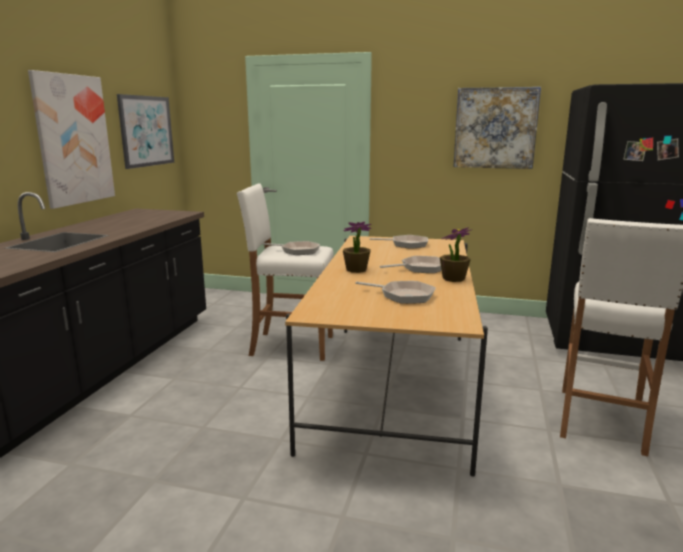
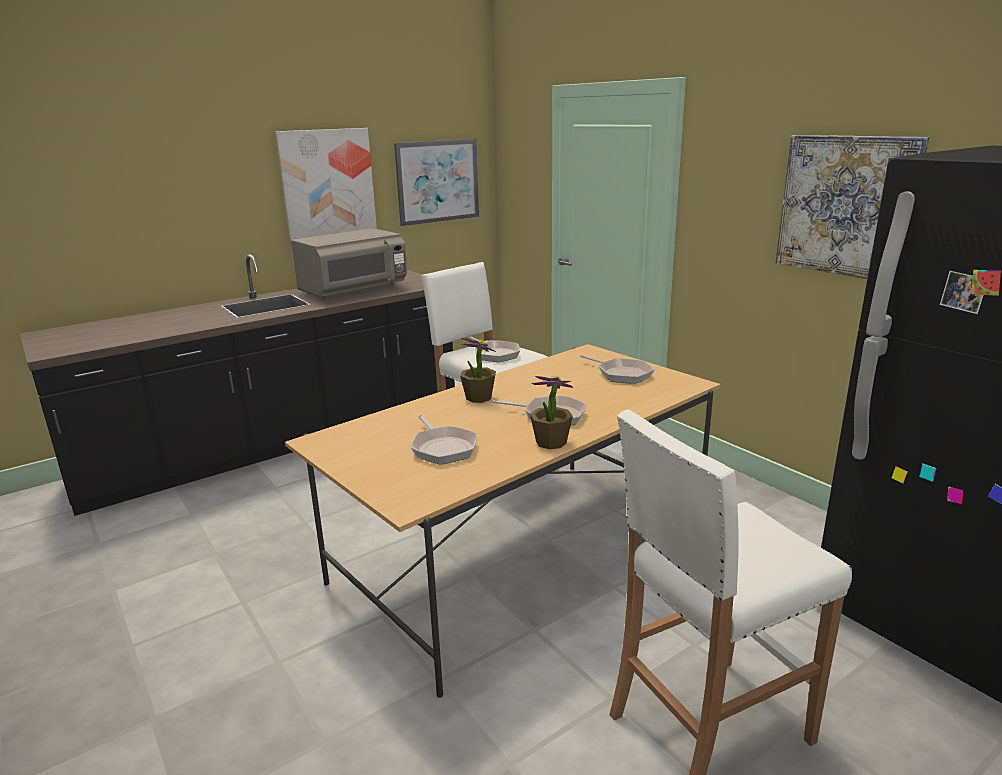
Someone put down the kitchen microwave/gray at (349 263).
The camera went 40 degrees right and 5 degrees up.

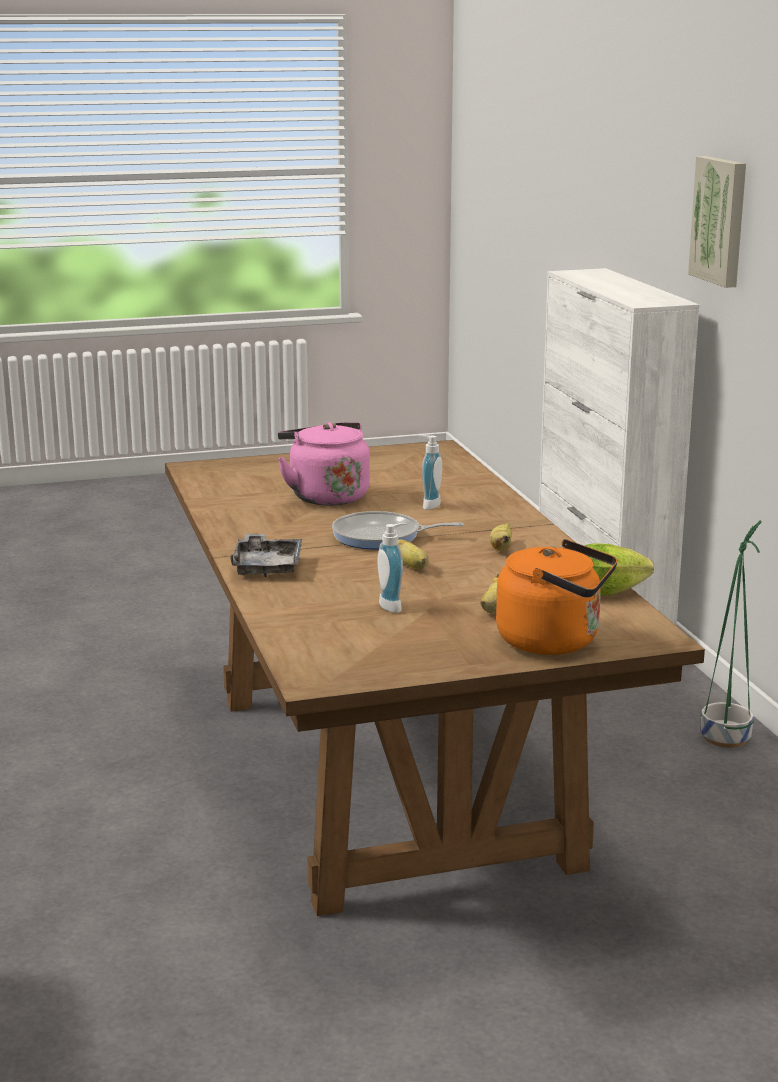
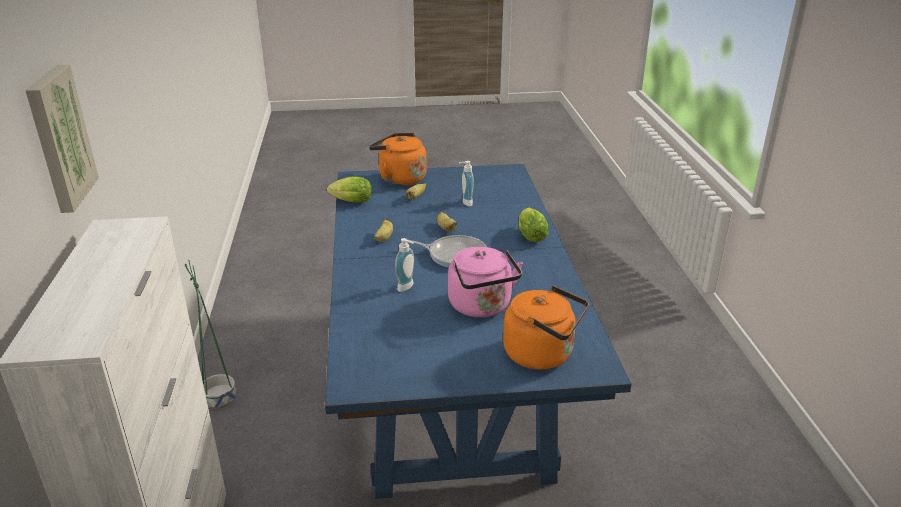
Someone put down the water kettle/orangey at (546 328).
Someone swapped the tray/gray at (266 555) for the lettuce at (533 225).
Someone repainted the dinner table/brown-coloured at (435 678), which became the dinner table/blue-coloured at (478 331).
The camera went 170 degrees left and 10 degrees up.

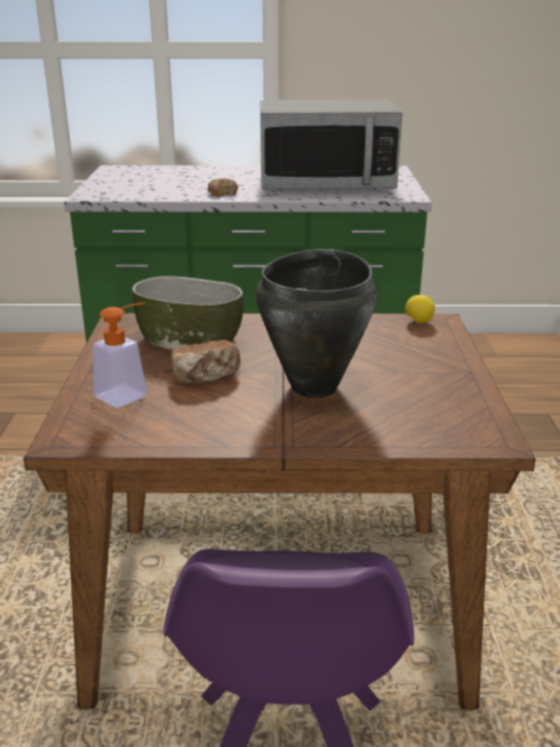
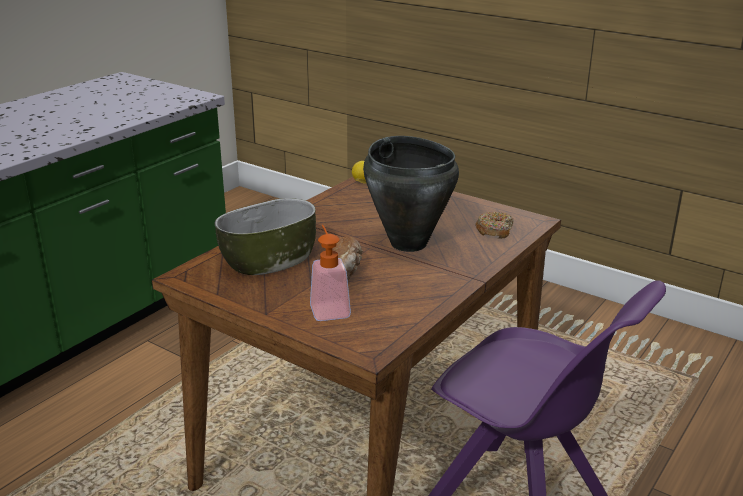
Someone took away the kitchen microwave at (331 145).
Someone carried the donut from (223 187) to (494 225).
The camera went 55 degrees left and 0 degrees up.

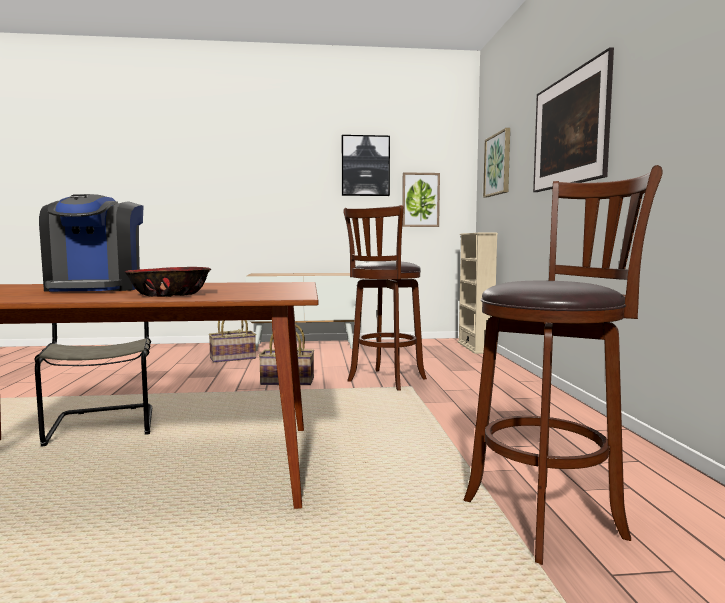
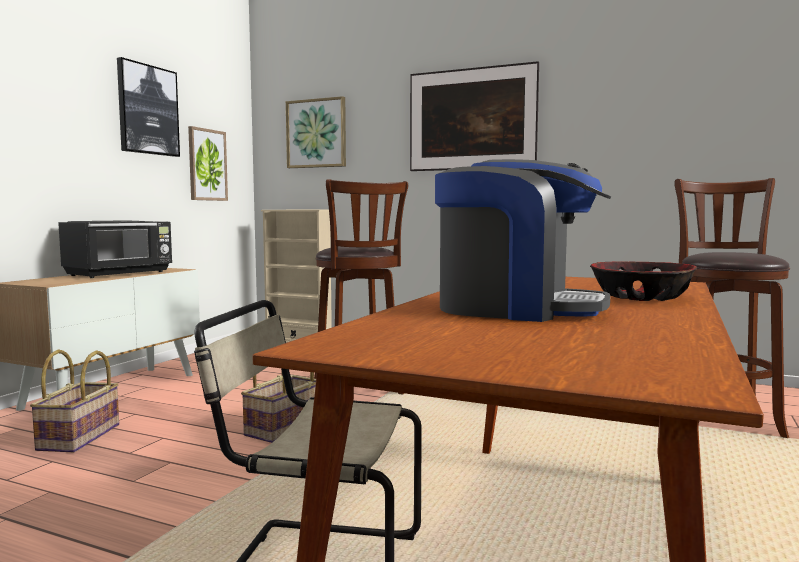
Someone put down the kitchen microwave/blackish at (115 249).
The camera went 60 degrees left and 0 degrees up.

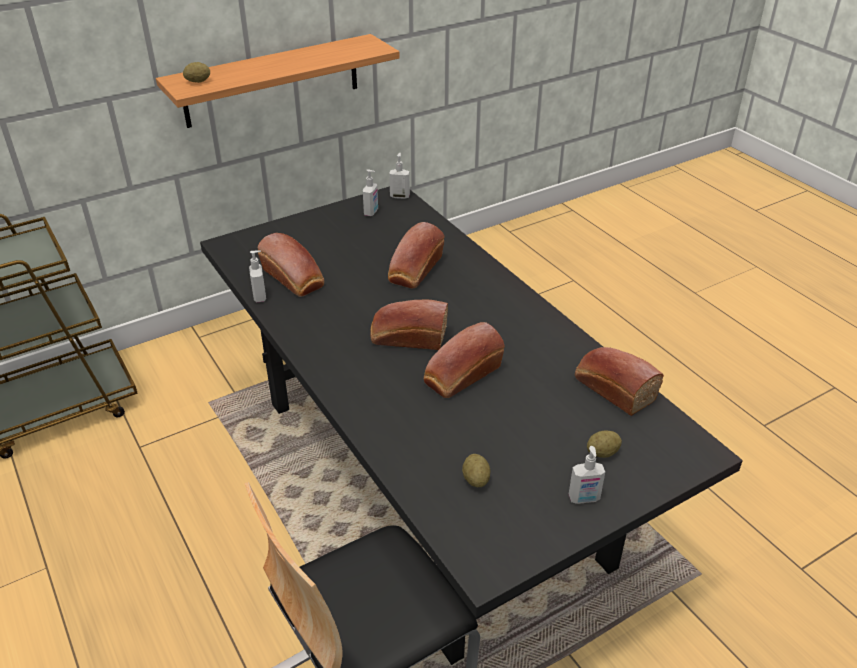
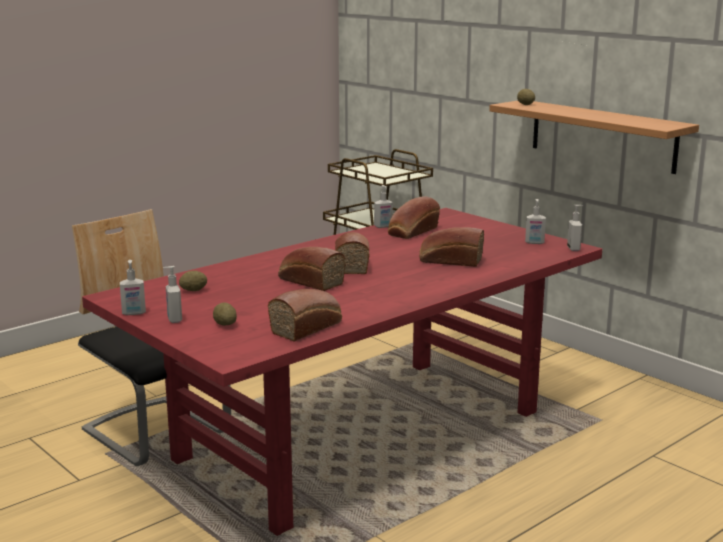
Someone put down the soap bottle at (133 287).
Someone repainted the dinner table/blackish at (471 425), which became the dinner table/red-coloured at (342 372).
The camera went 80 degrees right and 20 degrees down.

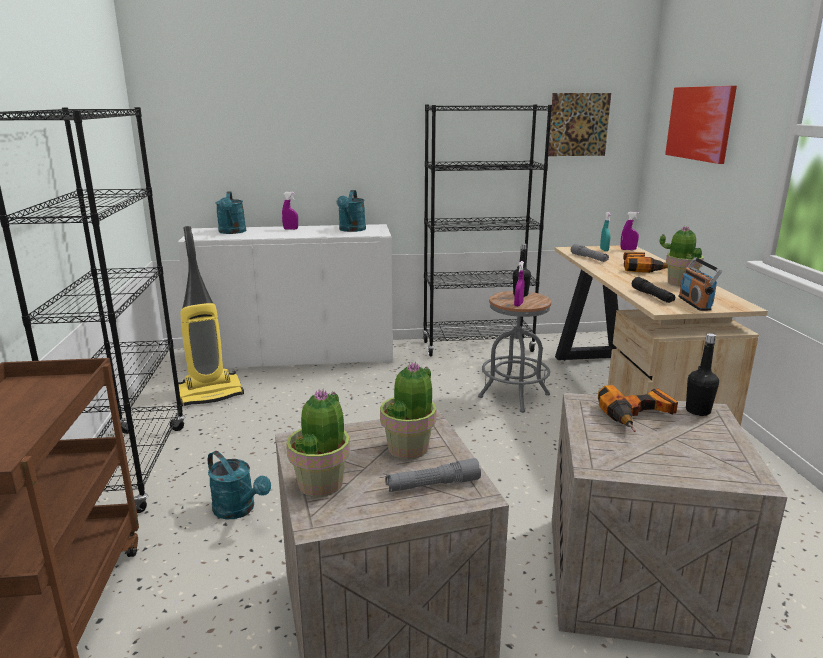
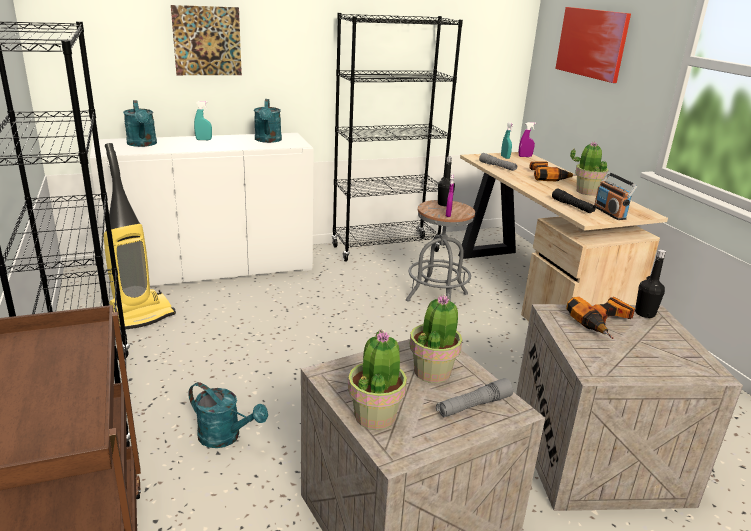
Someone carried the wall picture from (579 124) to (206 40).
Someone repainted the spray bottle/purple-coloured at (290 211), which became the spray bottle/turquoise-coloured at (203 120).
The camera went 15 degrees left and 5 degrees up.

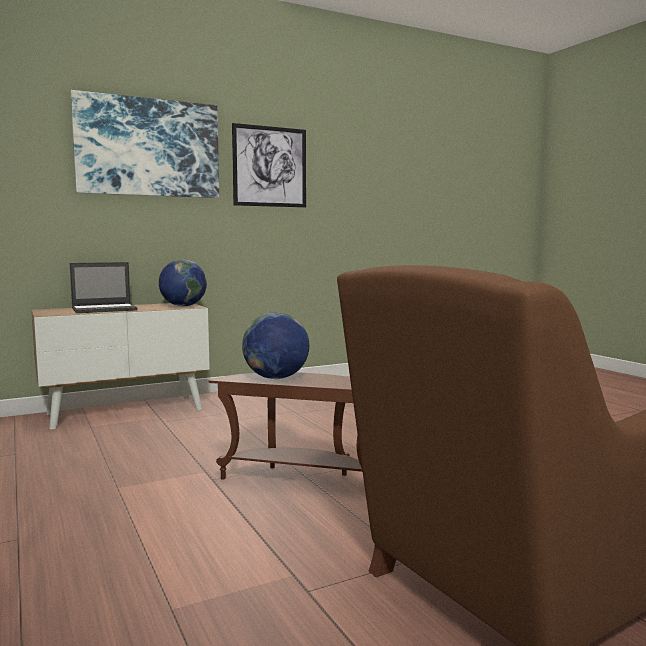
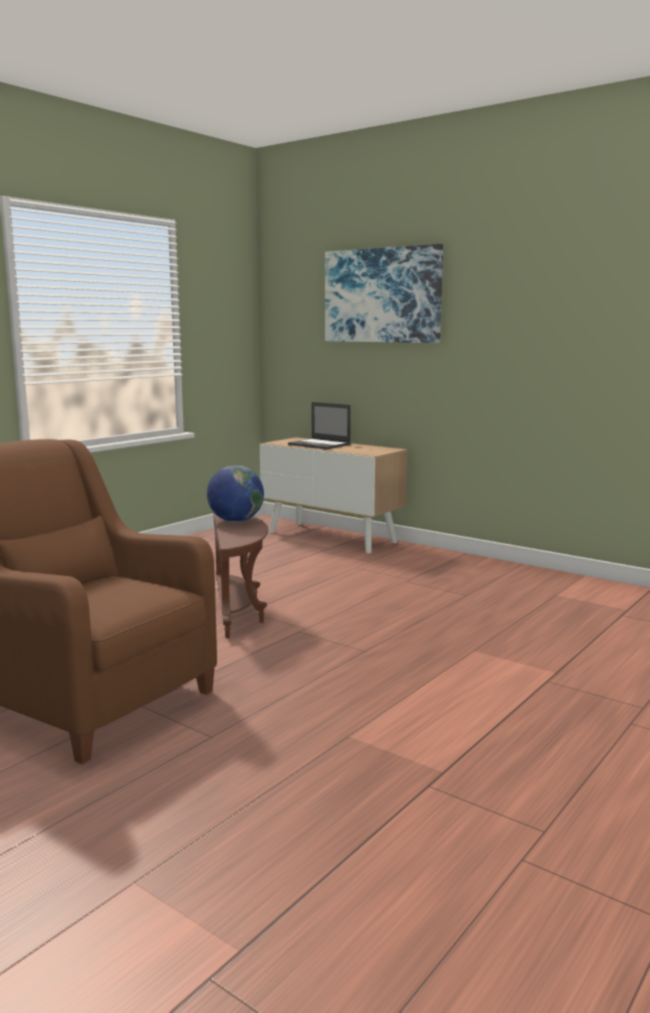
Someone took away the desk globe at (183 282).
Someone took away the wall picture at (269 165).
The camera went 65 degrees right and 5 degrees up.

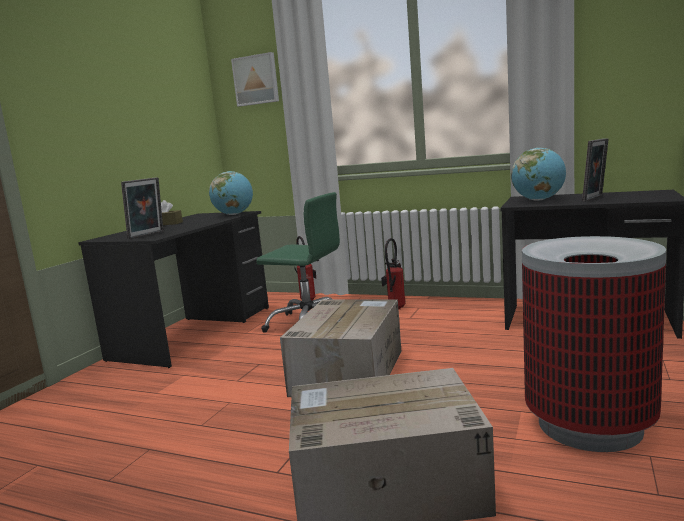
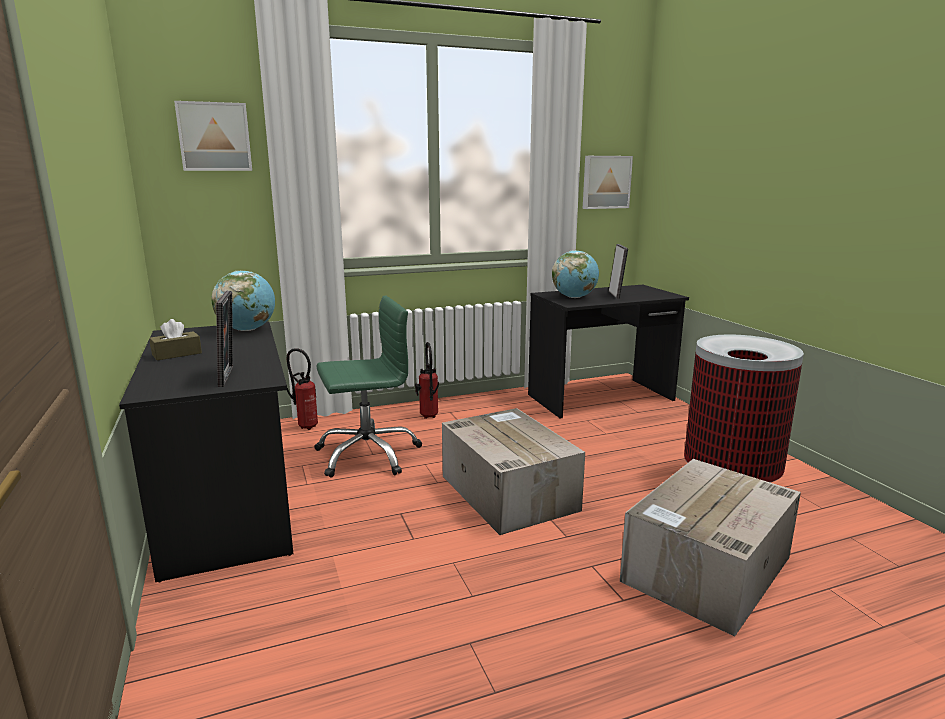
Someone put up the wall picture at (608 182).
The camera went 45 degrees left and 5 degrees up.

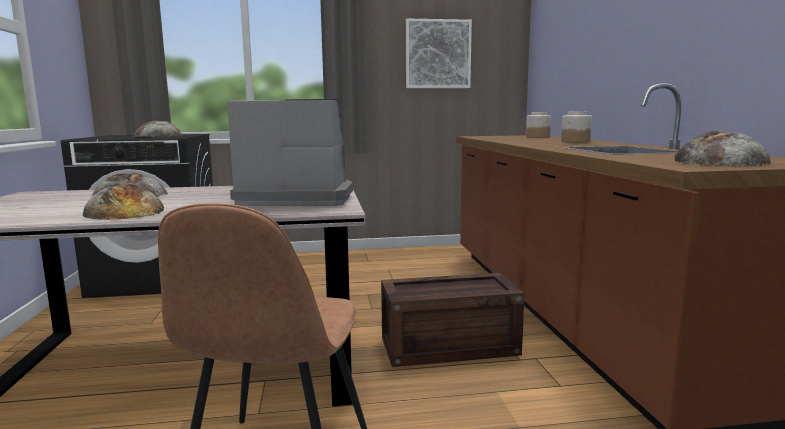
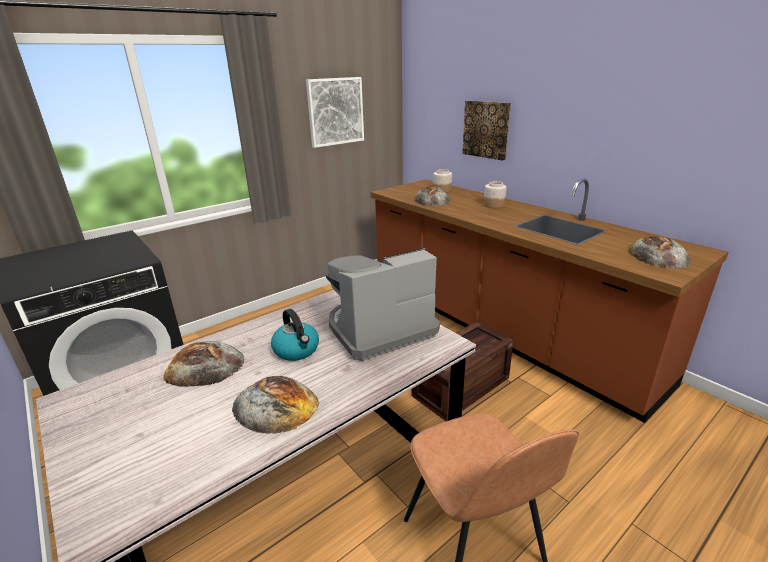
Someone put down the water kettle at (295 335).
Someone put up the wall picture at (486 131).
Someone carried the bread from (157 129) to (432 196).
The camera went 30 degrees left and 15 degrees up.

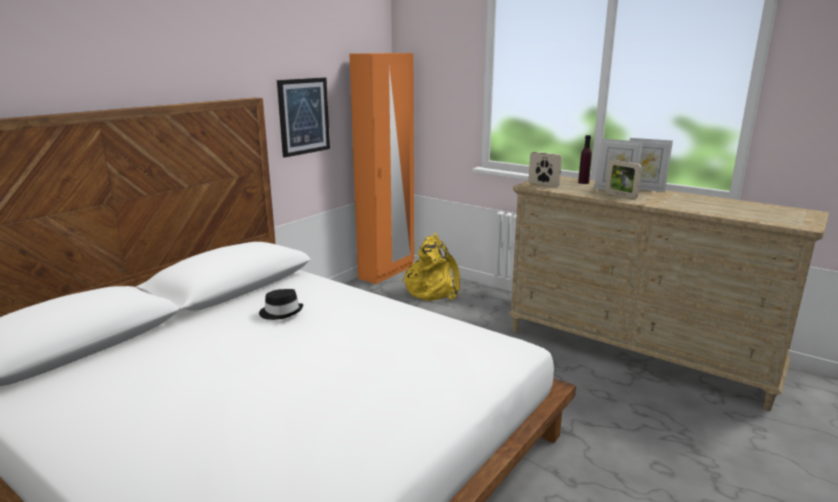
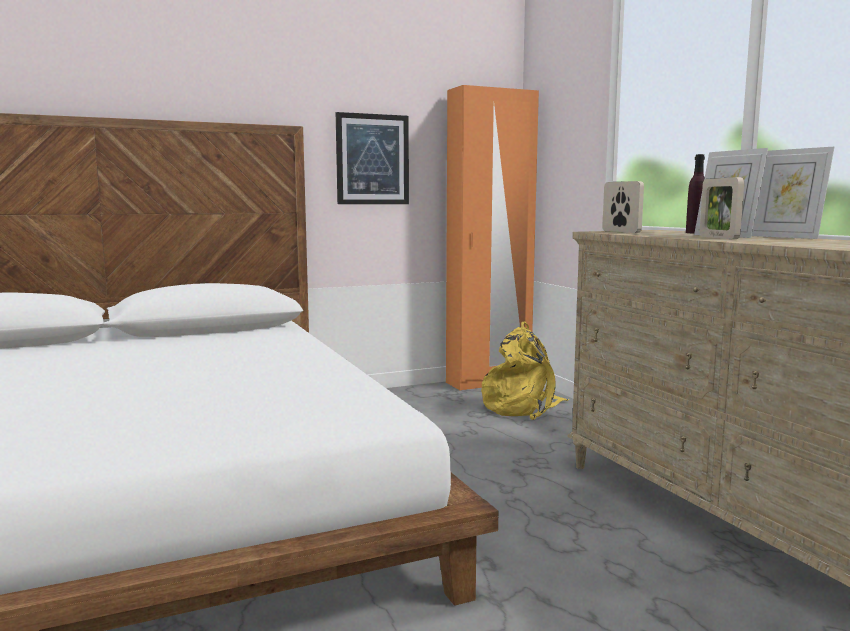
Someone took away the hat/blackish at (281 304).
The camera went 30 degrees right and 10 degrees down.

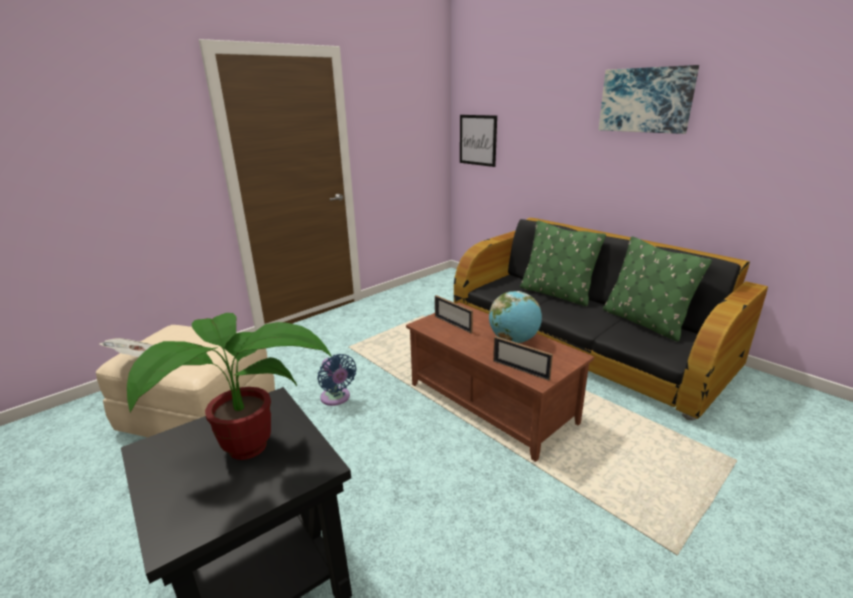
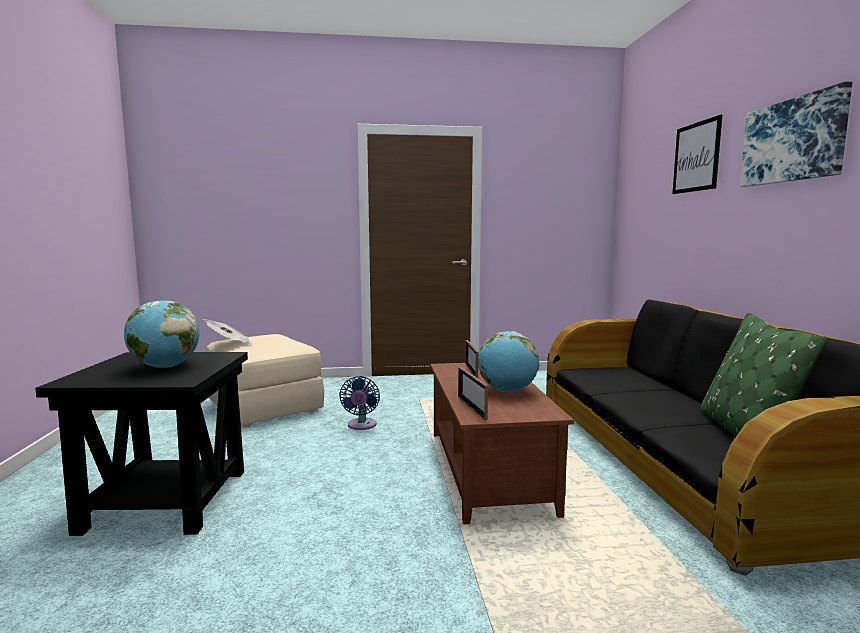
Someone took away the cushion/green-coloured at (563 263).
Someone carried the wall picture from (478 141) to (697 154).
Someone swapped the plant in a pot at (229 386) for the desk globe at (161 334).
The camera went 35 degrees right and 15 degrees down.

